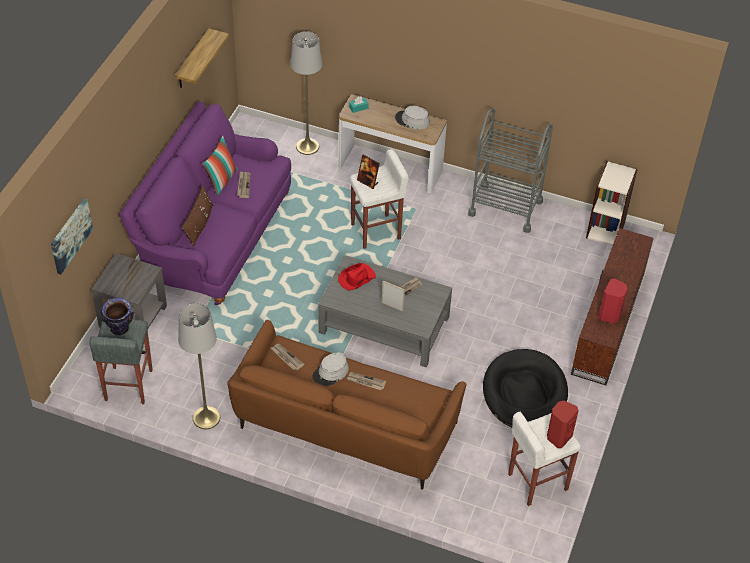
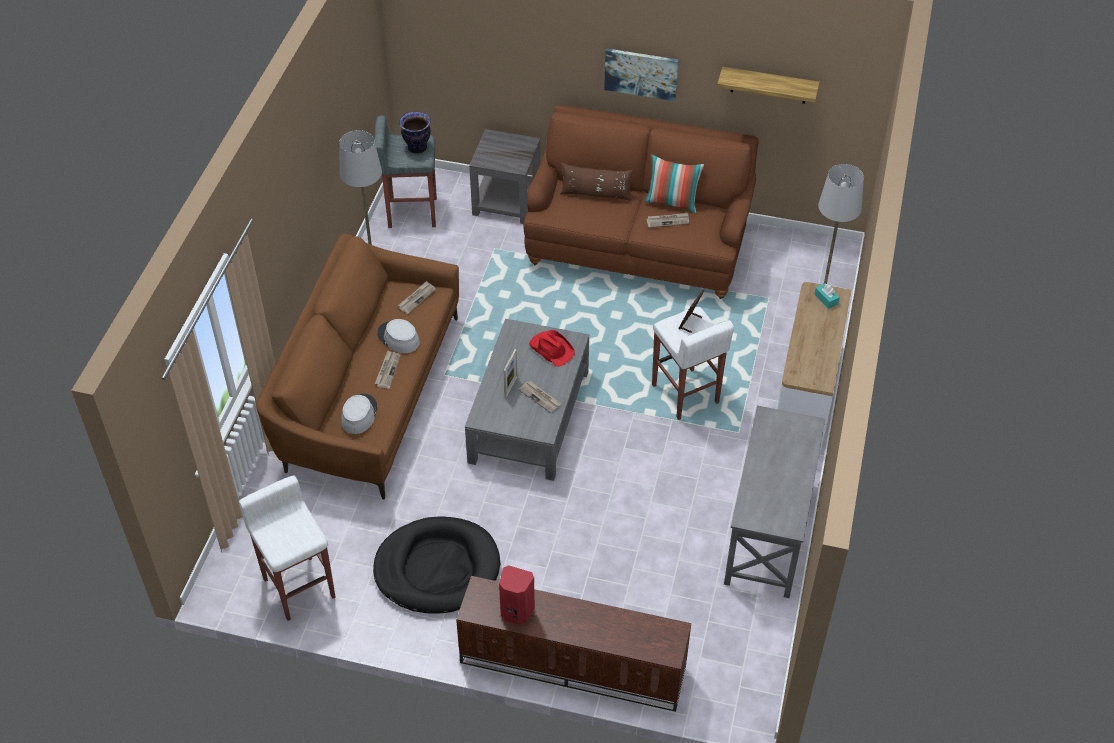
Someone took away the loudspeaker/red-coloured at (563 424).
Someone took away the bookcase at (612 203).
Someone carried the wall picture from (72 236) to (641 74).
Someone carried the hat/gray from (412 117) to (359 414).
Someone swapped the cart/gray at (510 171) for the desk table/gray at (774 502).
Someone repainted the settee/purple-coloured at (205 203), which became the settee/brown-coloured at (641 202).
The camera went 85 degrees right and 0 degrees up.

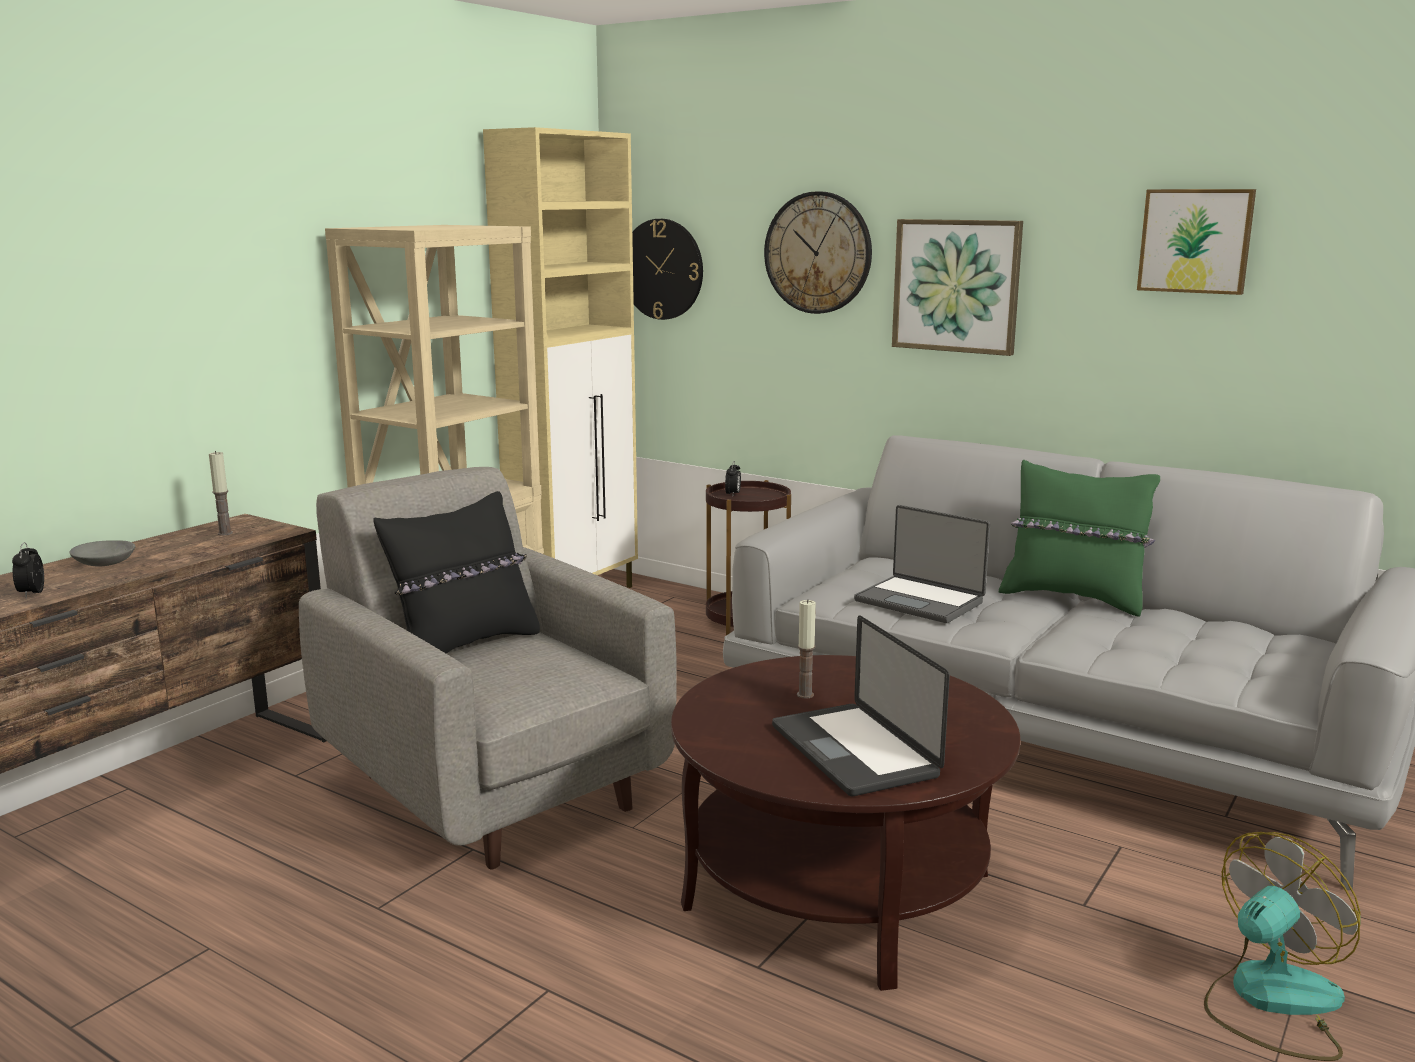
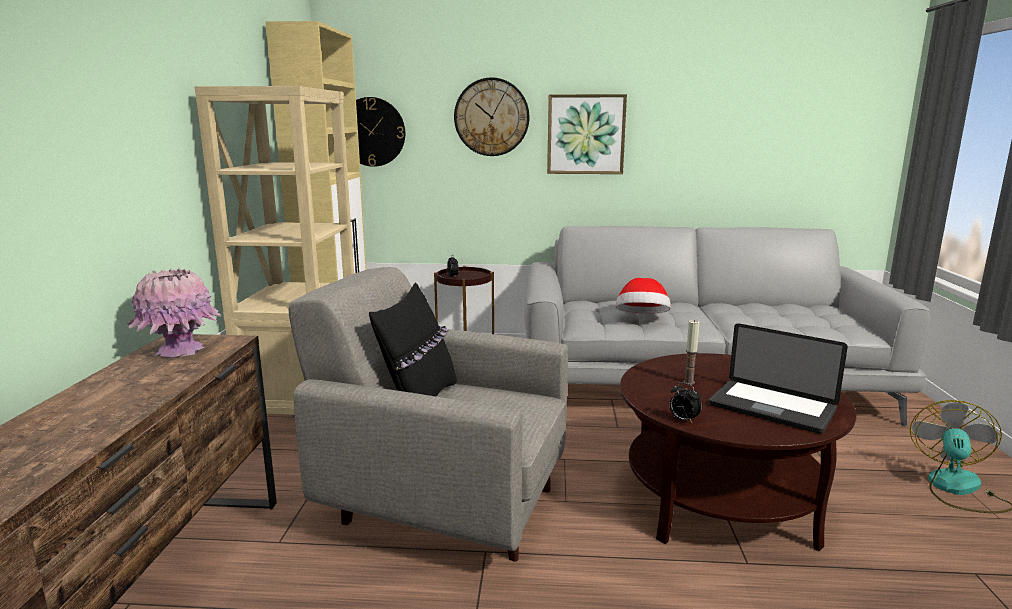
Someone took away the deep dish/gray at (102 553).
Someone took away the cushion/green-coloured at (1079 538).
Someone took away the wall picture at (1196 242).
Someone carried the alarm clock from (28 570) to (686 403).
Someone swapped the candle at (221 493) for the vase/pink-coloured at (174 313).
Someone swapped the laptop at (922 564) for the hat at (643 296).
The camera went 30 degrees left and 0 degrees up.

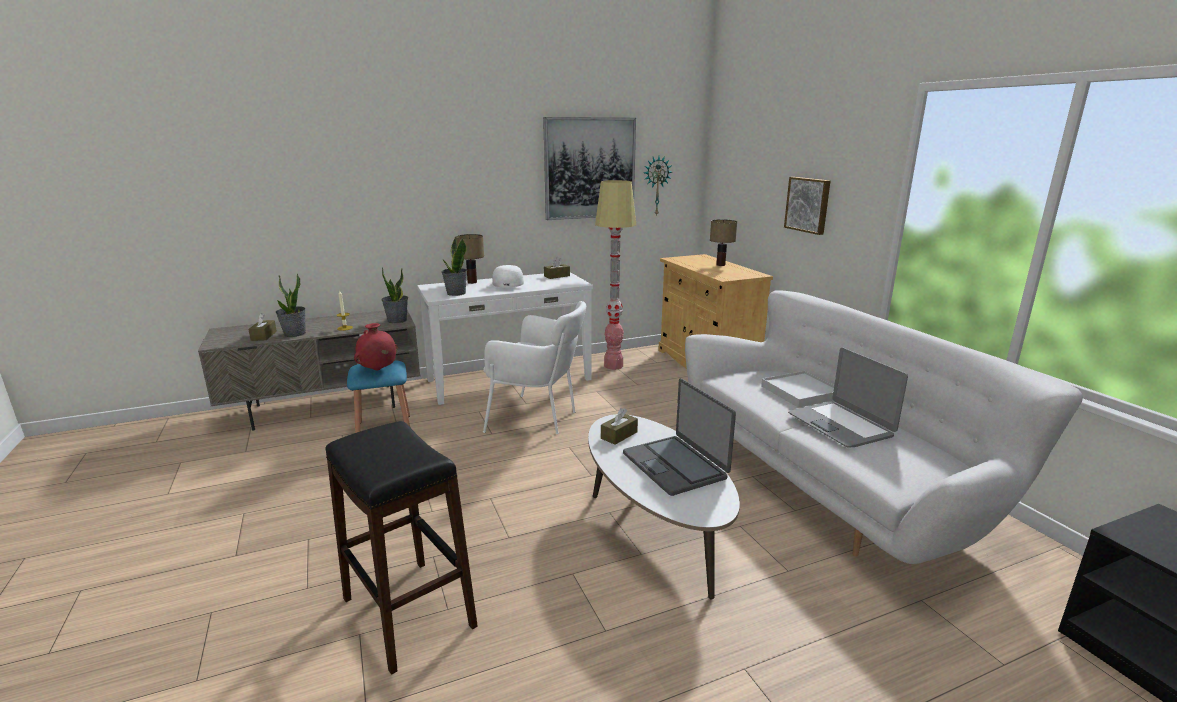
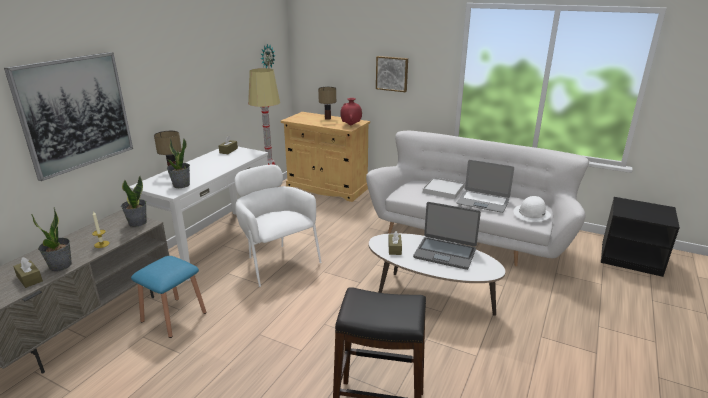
Someone carried the vase/red-coloured from (376 347) to (351 112).
Someone carried the hat/white-coloured from (508 277) to (532 209).
Someone carried the wall picture from (589 168) to (68 116).
Someone rotated the lounge chair/white-coloured at (534 367) by 105 degrees counterclockwise.
The camera went 40 degrees left and 5 degrees up.

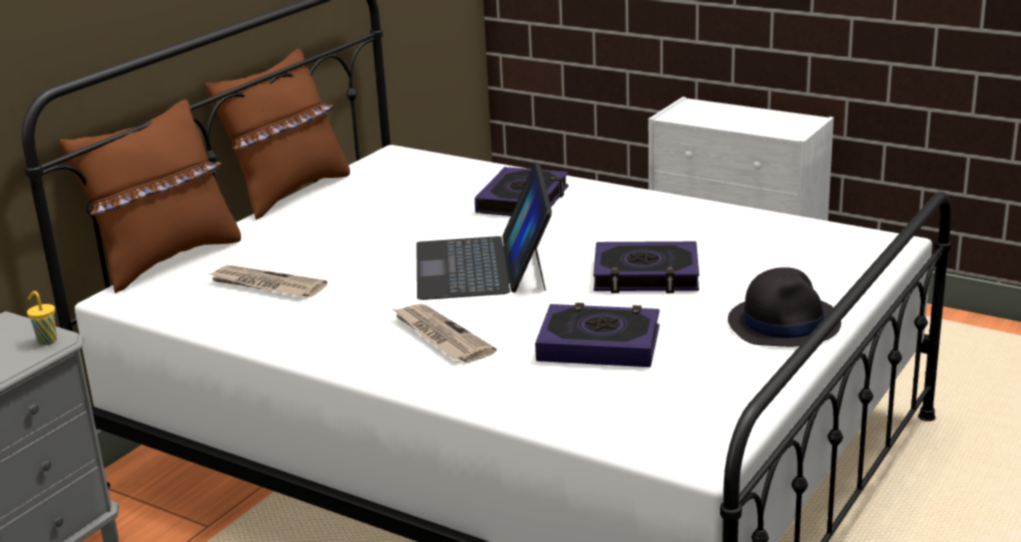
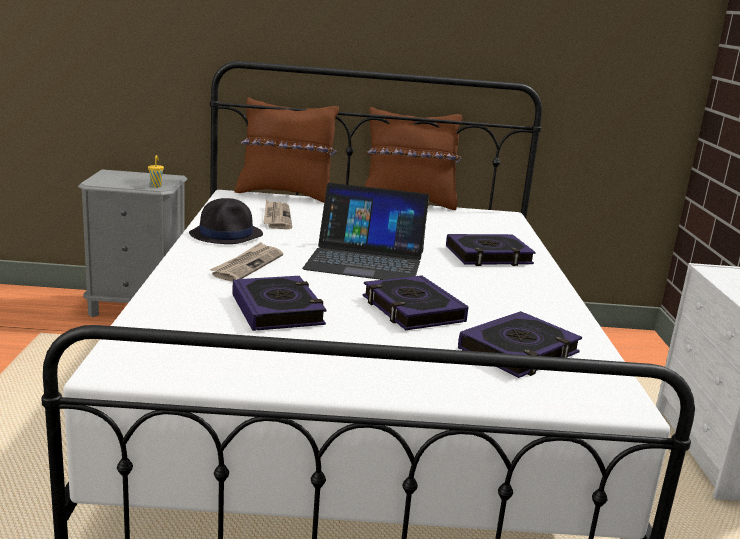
Someone put down the bound book at (520 344).
Someone carried the hat/blackish from (784 307) to (226 221).
Someone rotated the laptop at (484 231) by 135 degrees counterclockwise.
The camera went 55 degrees right and 5 degrees down.

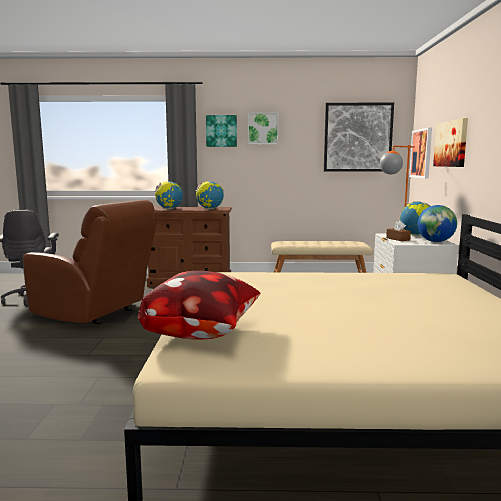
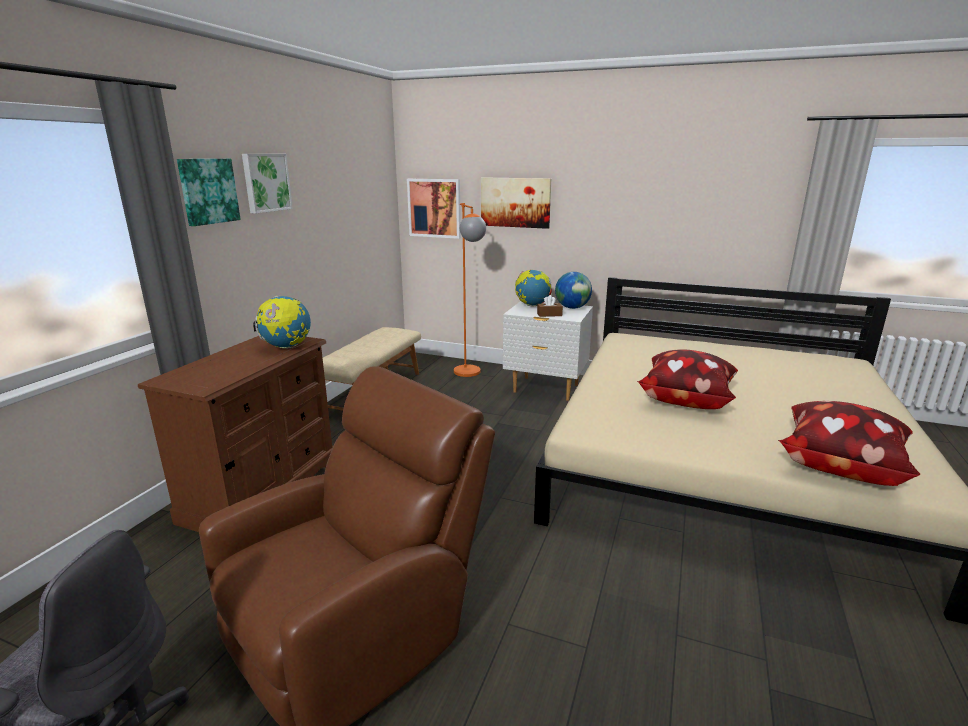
Someone took away the desk globe at (169 195).
Someone took away the wall picture at (359 137).
Someone put down the cushion at (687 379).
The camera went 70 degrees left and 10 degrees up.

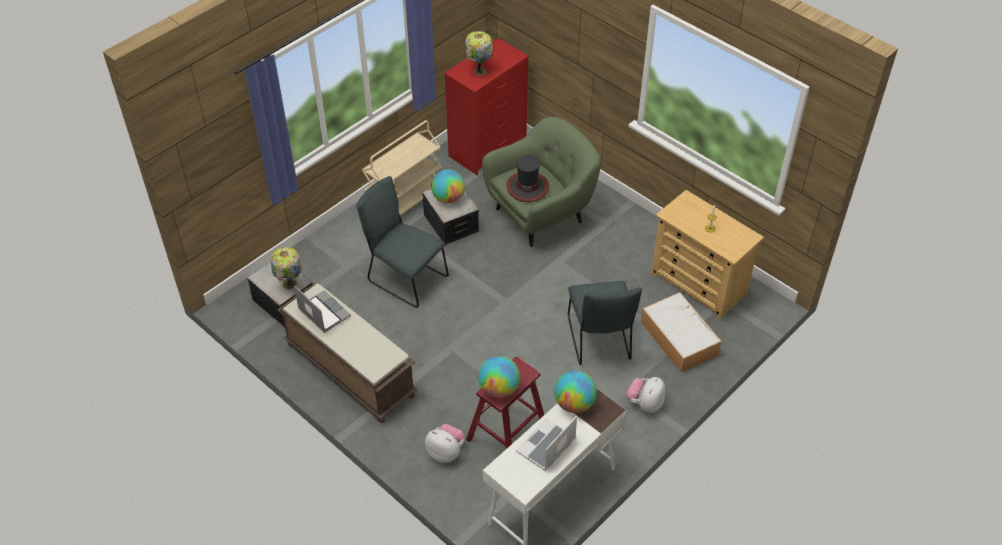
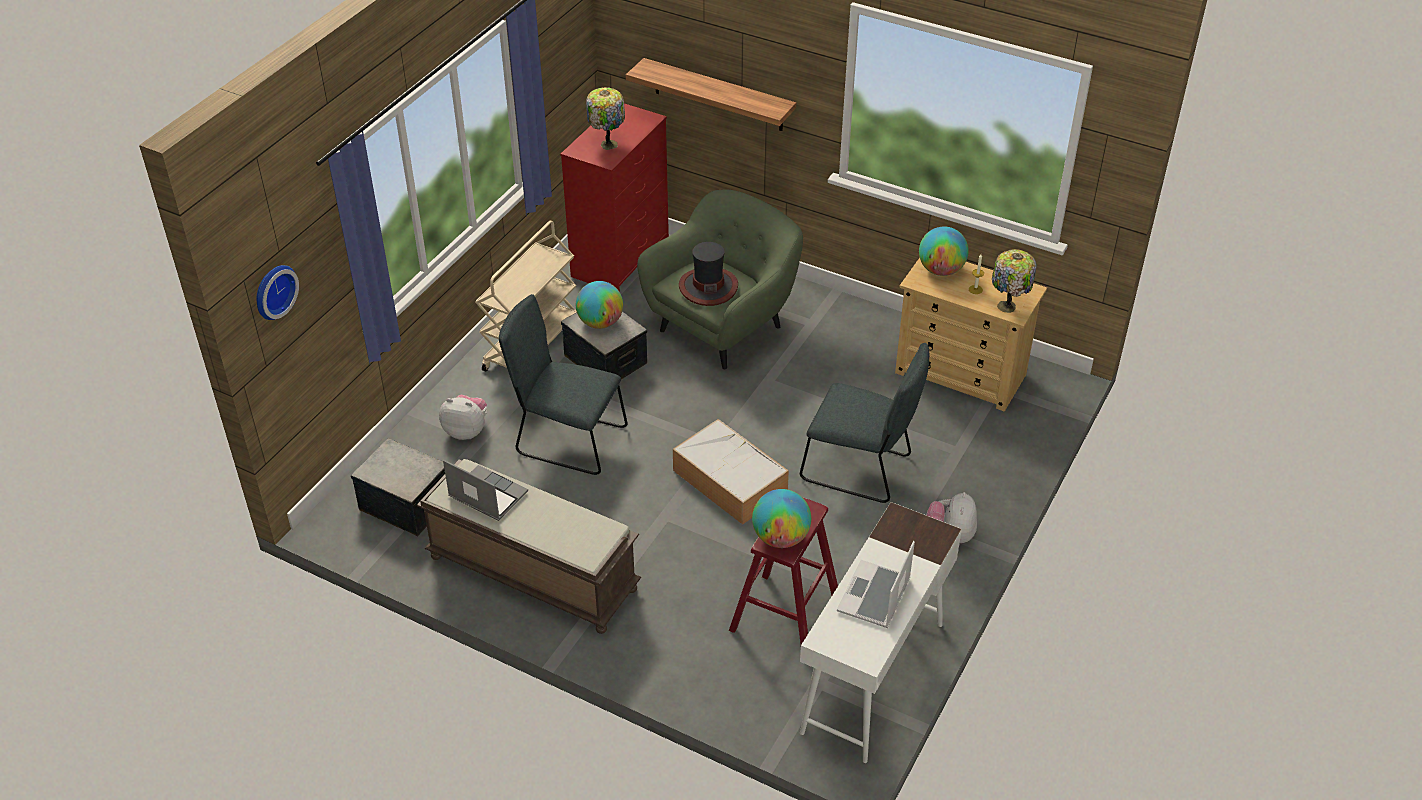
Someone put up the hanging clock at (278 292).
Someone put up the wall shelf at (711 94).
Someone carried the tabletop lamp from (285 268) to (1014 281).
Someone carried the soft toy from (445 443) to (463 417).
Someone carried the desk globe from (575 392) to (944 251).
Someone carried the storage box from (681 332) to (731 472).
Someone rotated the upright chair/gray at (605 323) by 45 degrees counterclockwise.
The camera went 15 degrees left and 5 degrees down.

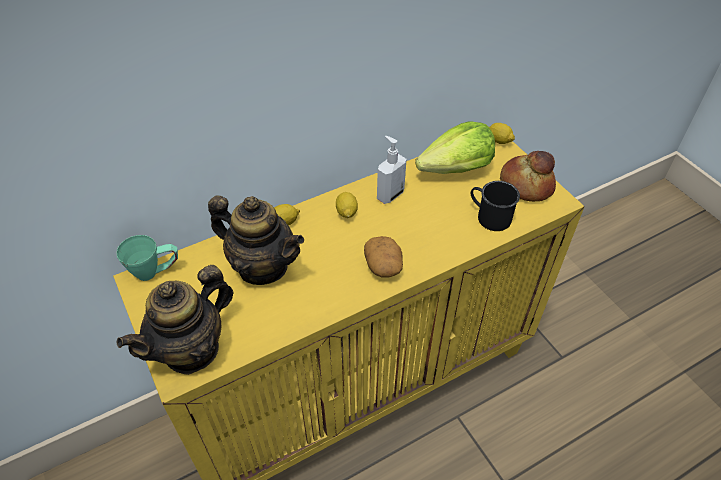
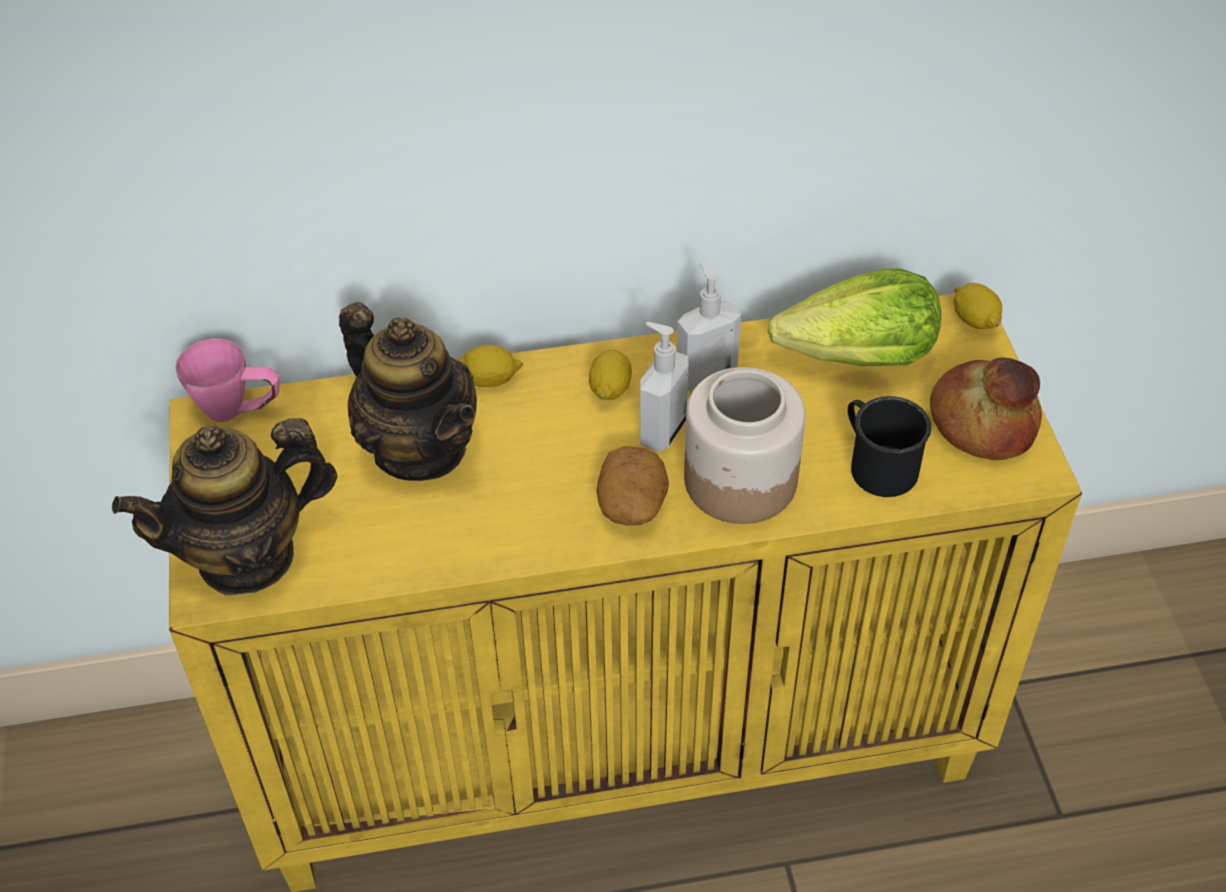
Someone put down the soap bottle at (664 387).
Someone put down the storage jar at (744 445).
Someone repainted the coffee mug/green-coloured at (147 258), which became the coffee mug/pink-coloured at (227 380).
The camera went 20 degrees right and 0 degrees up.

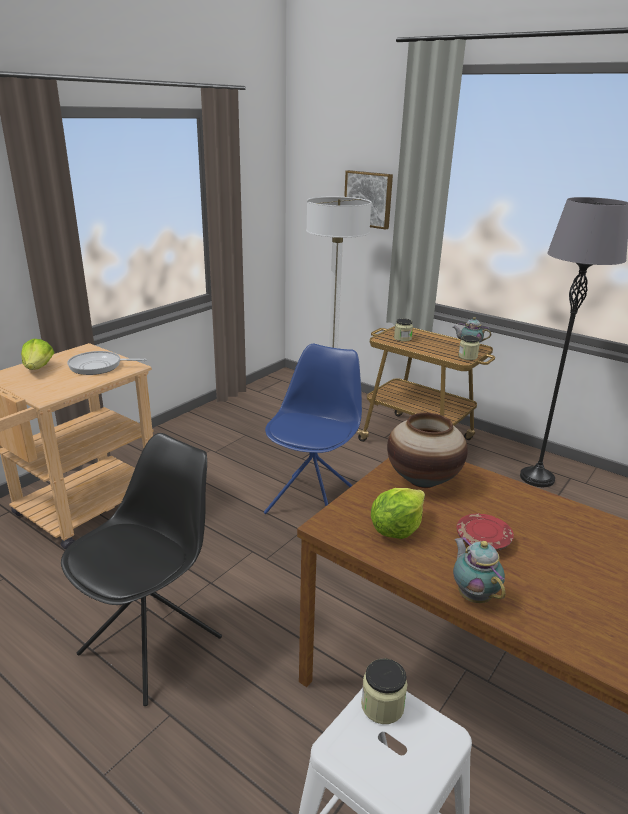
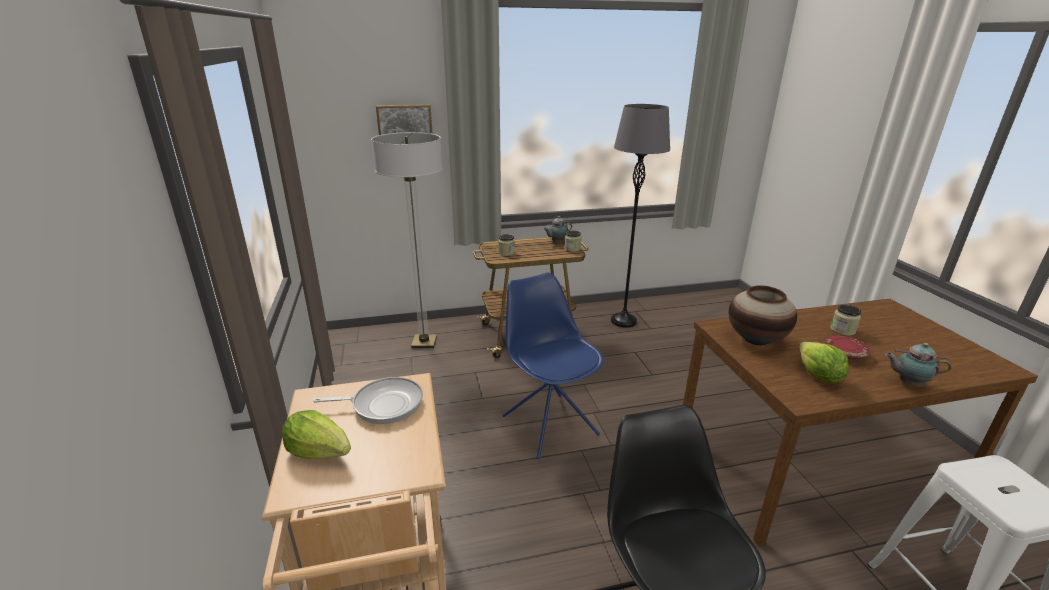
Someone carried the storage jar from (384 691) to (845 320).
Someone rotated the pan at (107 363) by 135 degrees counterclockwise.
The camera went 50 degrees left and 0 degrees up.

